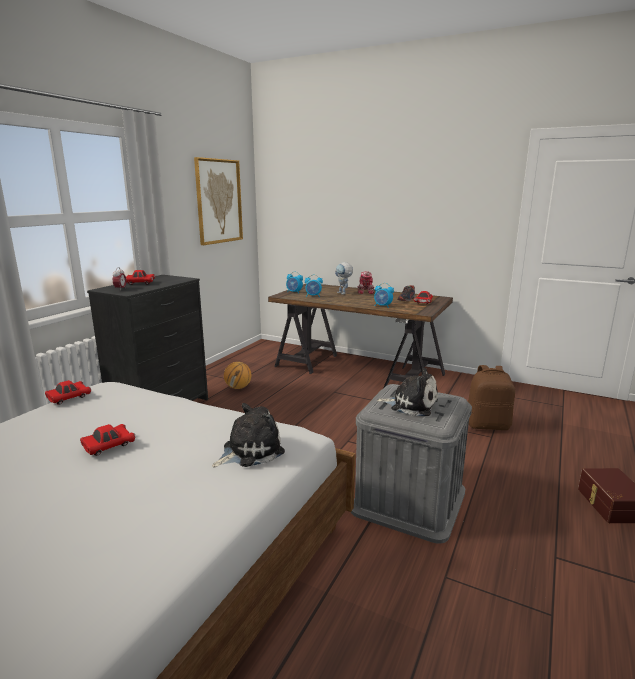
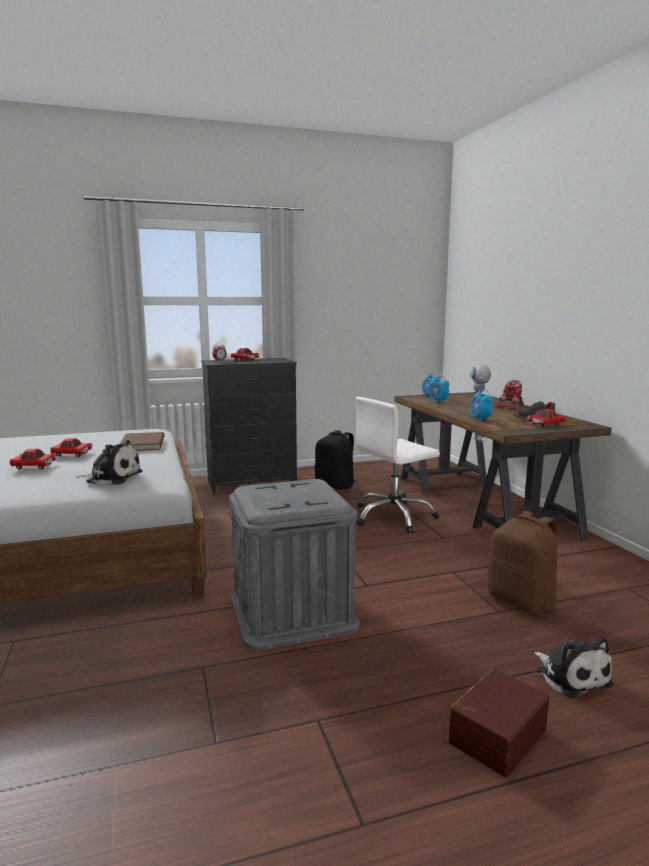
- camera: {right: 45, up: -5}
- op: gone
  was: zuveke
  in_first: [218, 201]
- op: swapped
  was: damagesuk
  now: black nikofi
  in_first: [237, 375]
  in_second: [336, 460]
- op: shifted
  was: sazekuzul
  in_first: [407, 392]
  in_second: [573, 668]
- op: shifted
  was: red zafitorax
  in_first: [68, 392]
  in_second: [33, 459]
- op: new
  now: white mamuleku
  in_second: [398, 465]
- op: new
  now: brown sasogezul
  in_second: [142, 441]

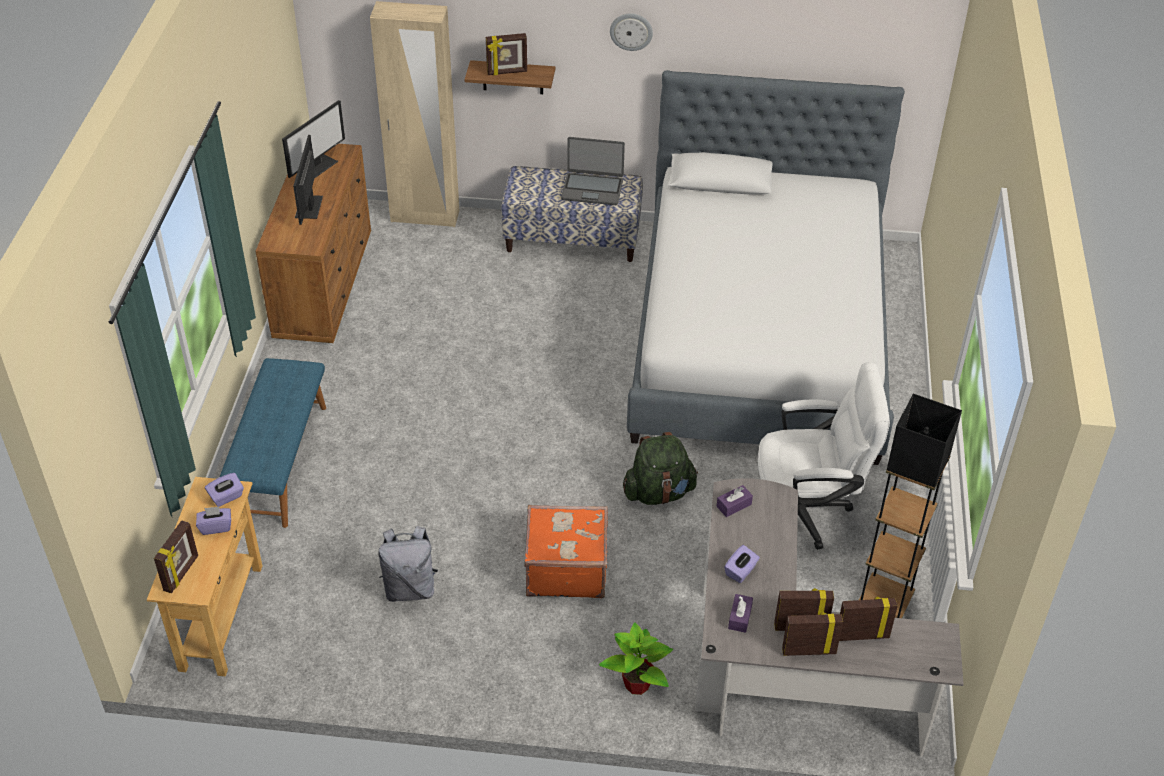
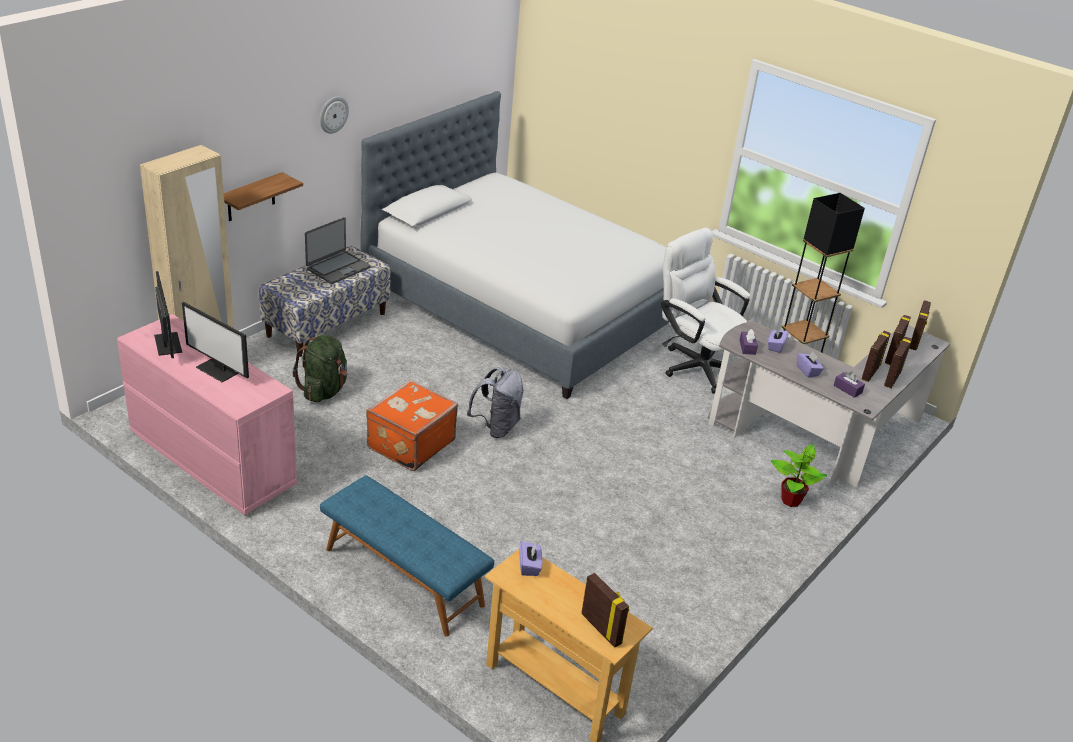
- camera: {right: -60, up: -10}
- op: shifted
  was: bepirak
  in_first: [506, 54]
  in_second: [920, 325]
- op: repainted
  was: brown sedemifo
  now: pink sedemifo
  in_first: [313, 243]
  in_second: [207, 414]
- op: rotated
  was: white mamuleku
  in_first: [824, 456]
  in_second: [705, 310]
  clockwise: -75
- op: shifted
  was: green nikofi
  in_first: [660, 468]
  in_second: [320, 368]
- op: shifted
  was: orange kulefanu
  in_first: [566, 551]
  in_second: [412, 425]
- op: shifted
  was: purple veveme
  in_first: [213, 521]
  in_second: [778, 340]
- op: shifted
  was: grey nikofi
  in_first: [408, 564]
  in_second: [495, 402]

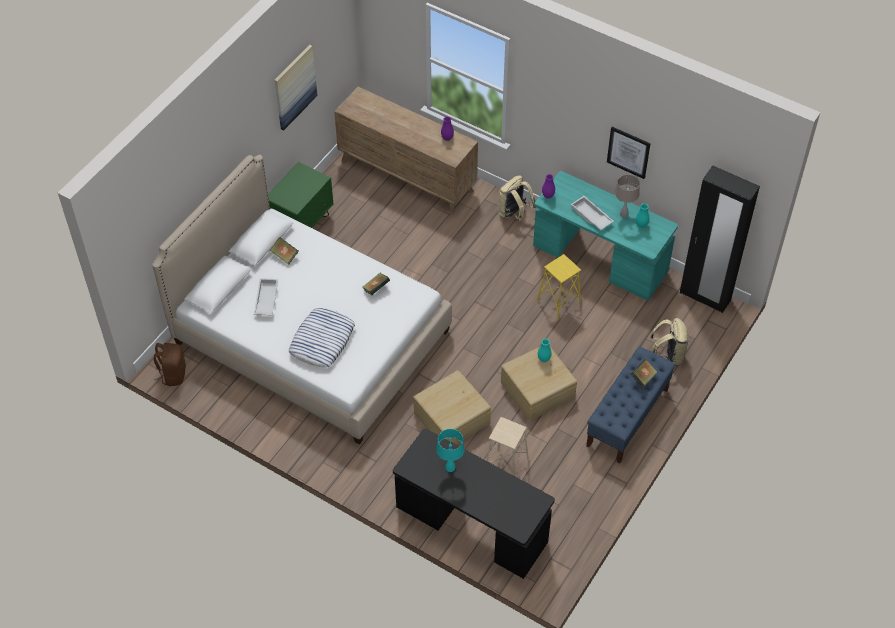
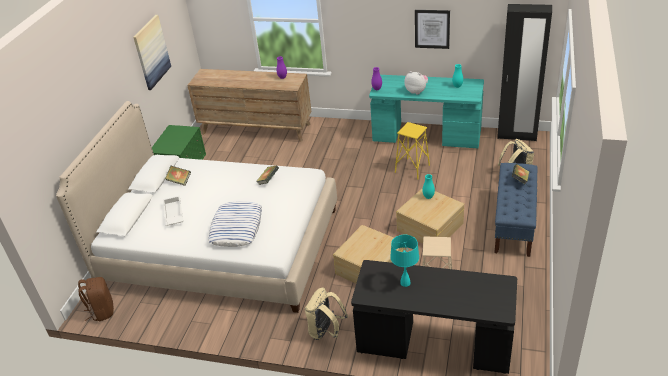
- camera: {right: -15, up: -15}
- op: gone
  was: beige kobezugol
  in_first: [627, 196]
- op: shifted
  was: beige nikofi
  in_first: [517, 198]
  in_second: [326, 313]
- op: swapped
  was: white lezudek
  now: sazekuzul
  in_first: [592, 213]
  in_second: [416, 83]

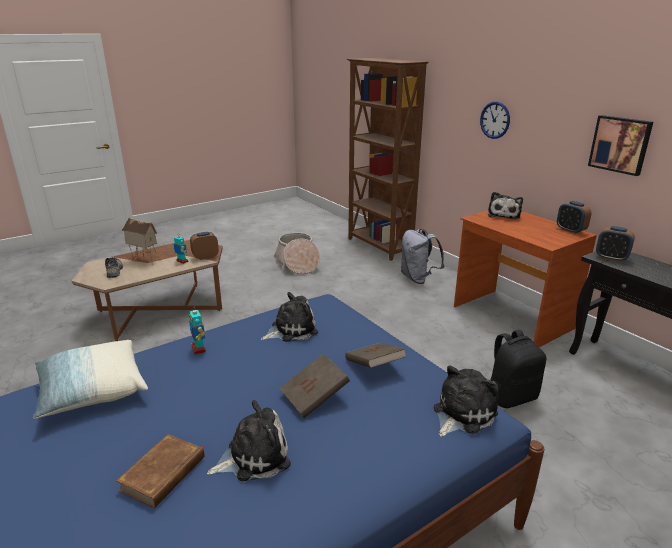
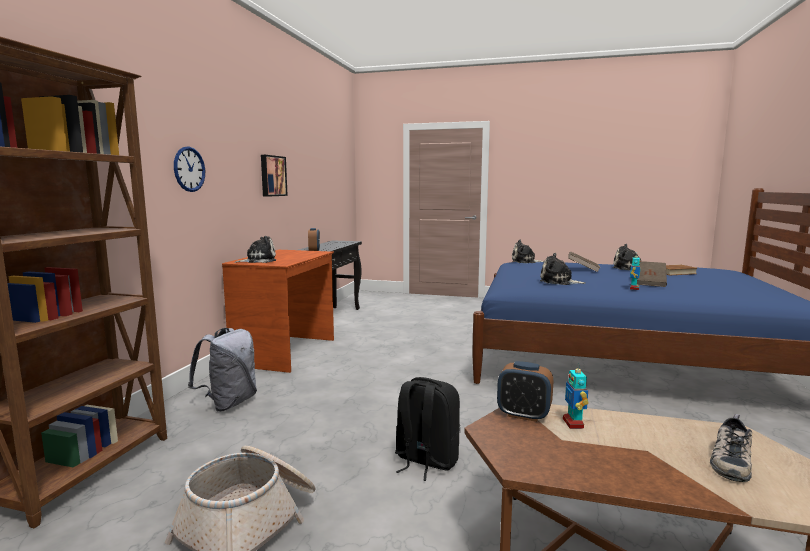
- camera: {right: -130, up: -15}
- op: gone
  was: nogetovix
  in_first: [574, 217]
- op: gone
  was: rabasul
  in_first: [140, 241]
- op: shifted
  was: black nikofi
  in_first: [518, 369]
  in_second: [427, 429]
- op: gone
  was: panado
  in_first: [90, 379]
- op: shifted
  was: brown sasogezul
  in_first: [376, 355]
  in_second: [652, 274]

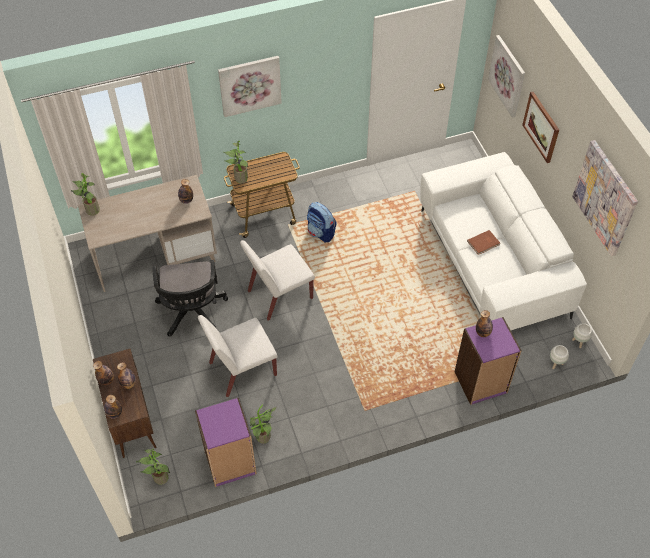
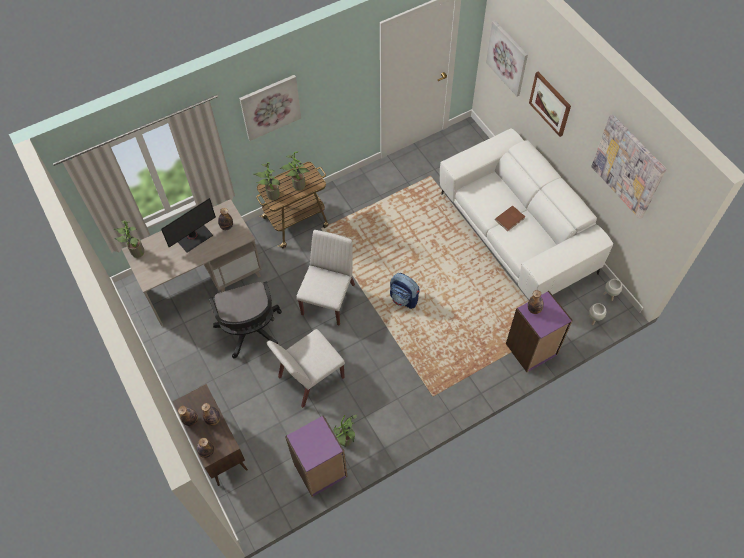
- camera: {right: -10, up: 5}
- op: shifted
  was: nikofi
  in_first: [321, 222]
  in_second: [405, 291]
- op: rotated
  was: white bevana
  in_first: [277, 280]
  in_second: [325, 277]
  clockwise: 150
- op: shifted
  was: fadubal
  in_first: [153, 467]
  in_second: [294, 170]
- op: new
  now: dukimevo
  in_second: [188, 225]

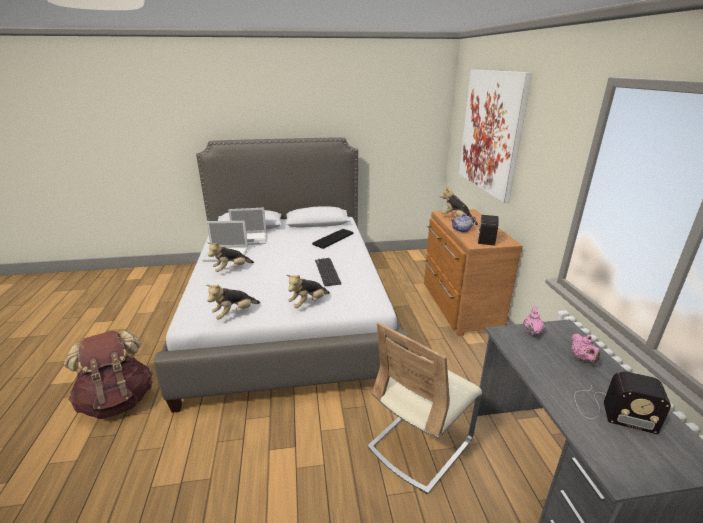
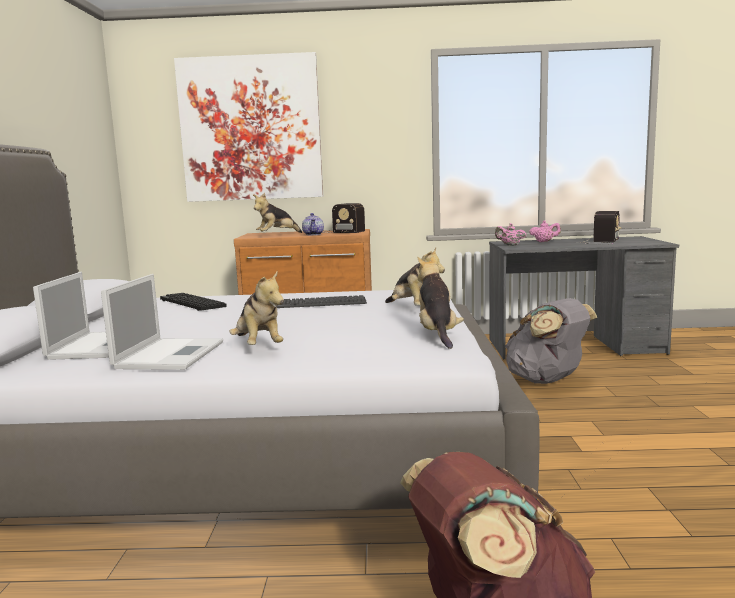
- camera: {right: -80, up: -15}
- op: rotated
  was: sazekuzul
  in_first: [233, 302]
  in_second: [441, 302]
  clockwise: -150
- op: swapped
  was: beige bevana
  now: grey nikofi
  in_first: [424, 408]
  in_second: [551, 341]

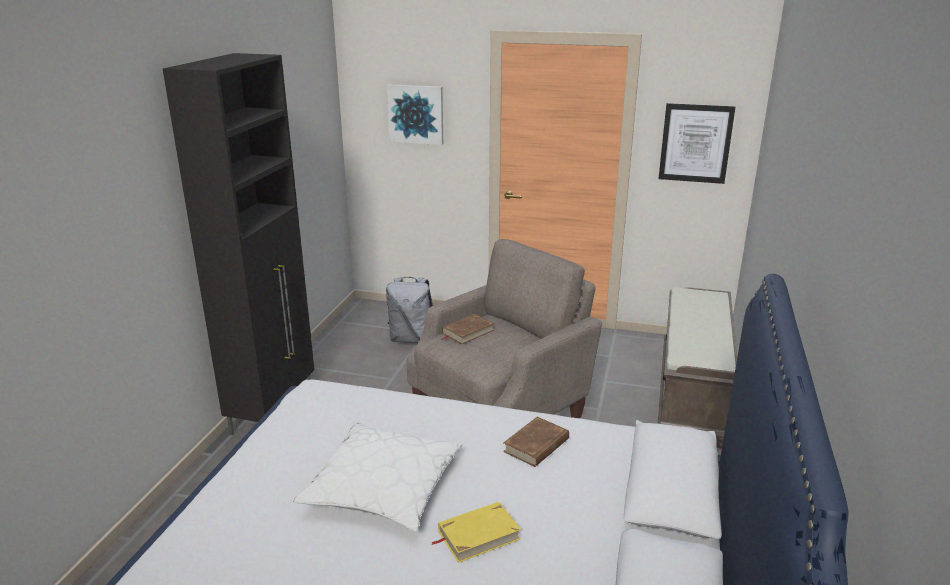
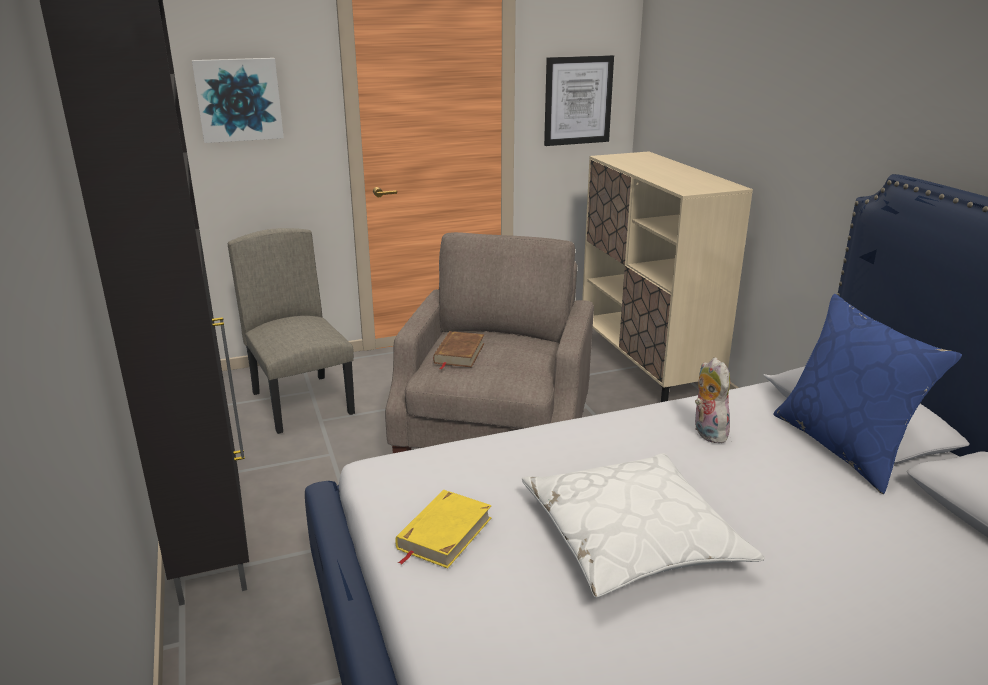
- camera: {right: -35, up: 0}
- op: swapped
  was: grey nikofi
  now: beige bevana
  in_first: [409, 310]
  in_second: [291, 331]
- op: swapped
  was: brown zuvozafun
  now: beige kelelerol
  in_first: [698, 368]
  in_second: [667, 276]
- op: swapped
  was: brown sasogezul
  now: sazekuzul
  in_first: [536, 442]
  in_second: [712, 400]
- op: shifted
  was: yellow sasogezul
  in_first: [476, 532]
  in_second: [443, 529]
- op: new
  now: blue panado
  in_second: [867, 394]

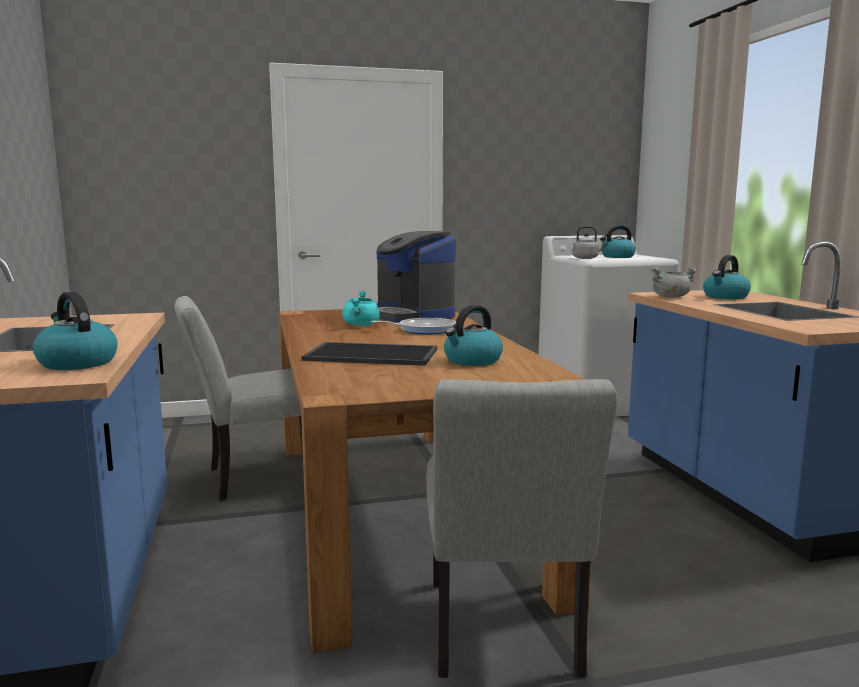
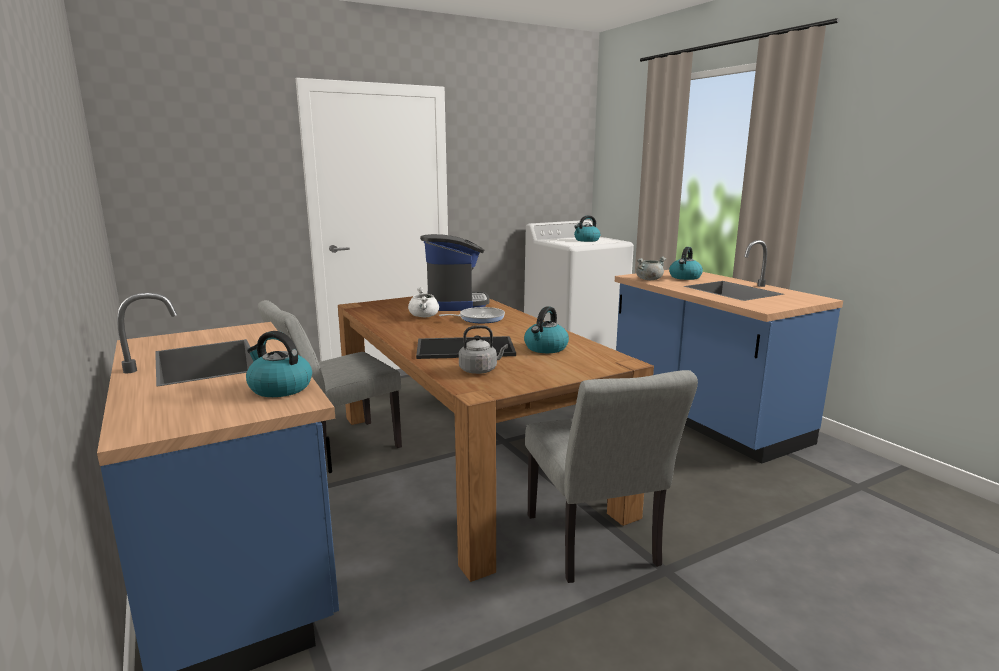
- camera: {right: -15, up: 5}
- op: shifted
  was: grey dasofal
  in_first: [589, 242]
  in_second: [483, 349]
- op: rotated
  was: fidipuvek
  in_first: [416, 276]
  in_second: [455, 272]
  clockwise: -135
- op: repainted
  was: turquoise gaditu
  now: white gaditu
  in_first: [361, 308]
  in_second: [423, 302]

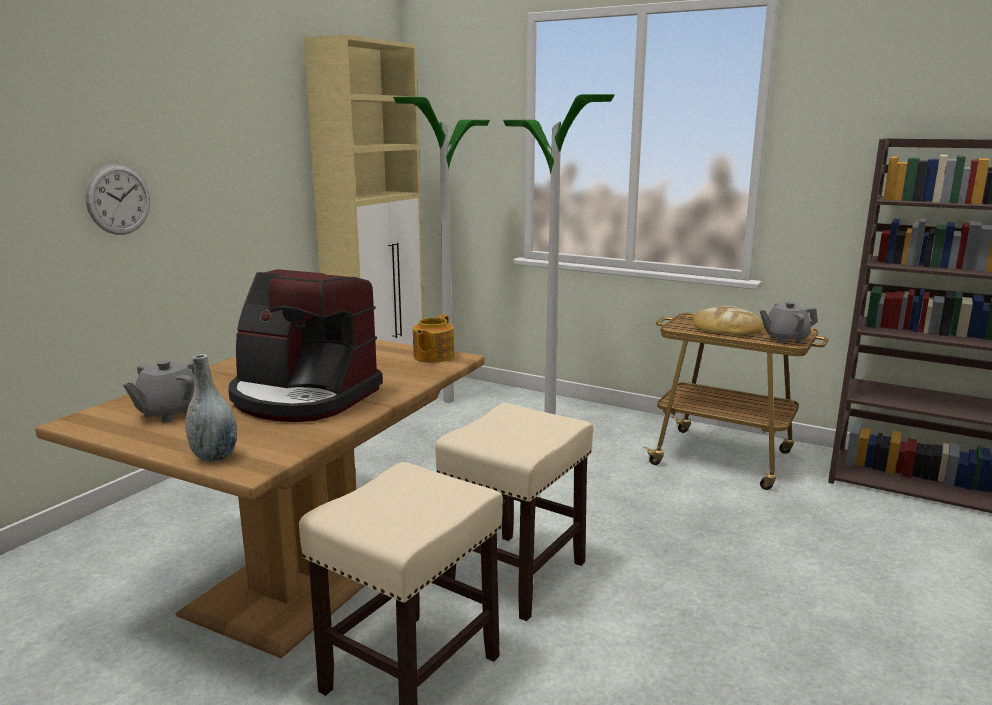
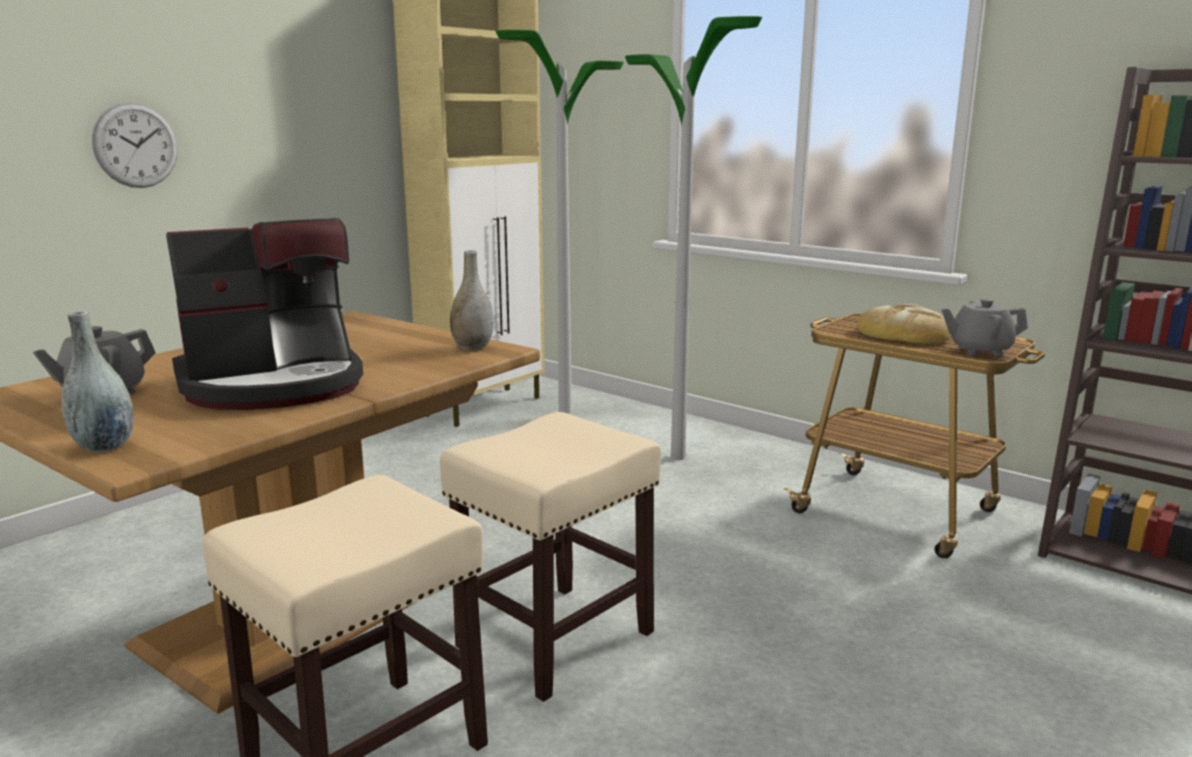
- camera: {right: 10, up: 0}
- op: rotated
  was: fidipuvek
  in_first: [305, 345]
  in_second: [264, 314]
  clockwise: -60
- op: swapped
  was: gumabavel
  now: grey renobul
  in_first: [433, 338]
  in_second: [472, 300]

